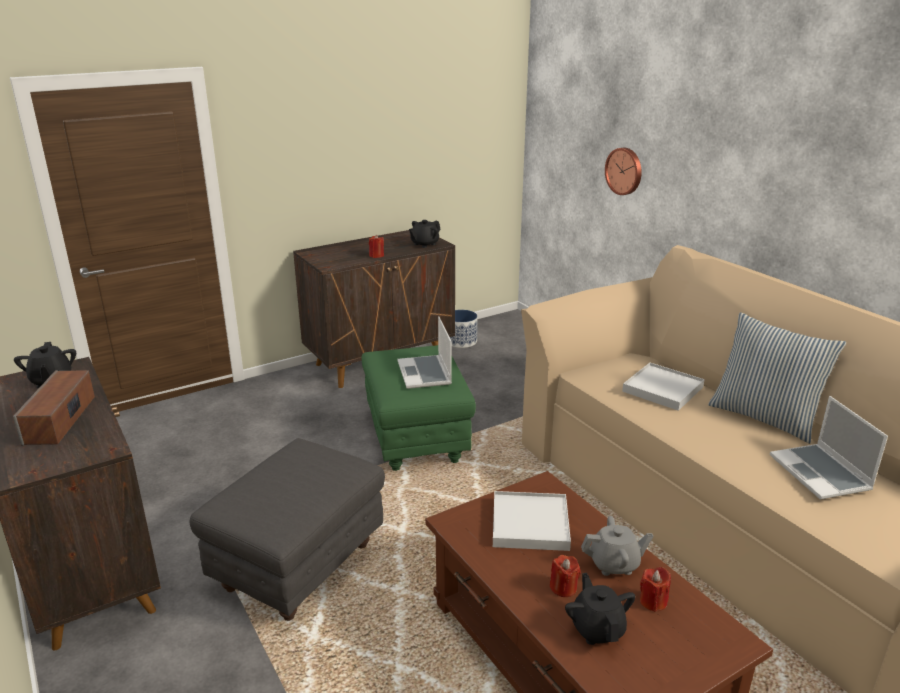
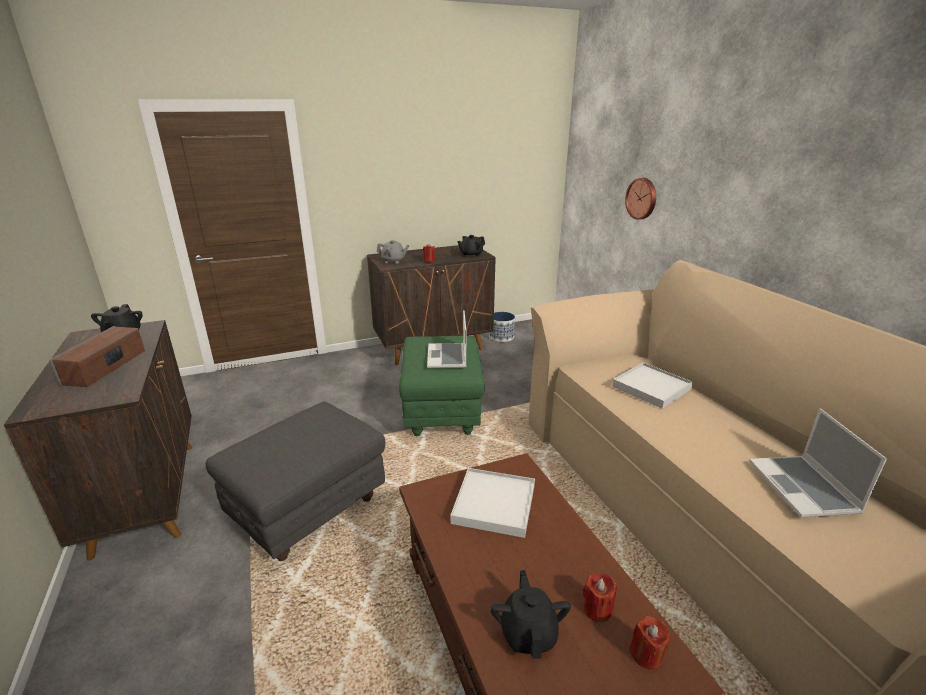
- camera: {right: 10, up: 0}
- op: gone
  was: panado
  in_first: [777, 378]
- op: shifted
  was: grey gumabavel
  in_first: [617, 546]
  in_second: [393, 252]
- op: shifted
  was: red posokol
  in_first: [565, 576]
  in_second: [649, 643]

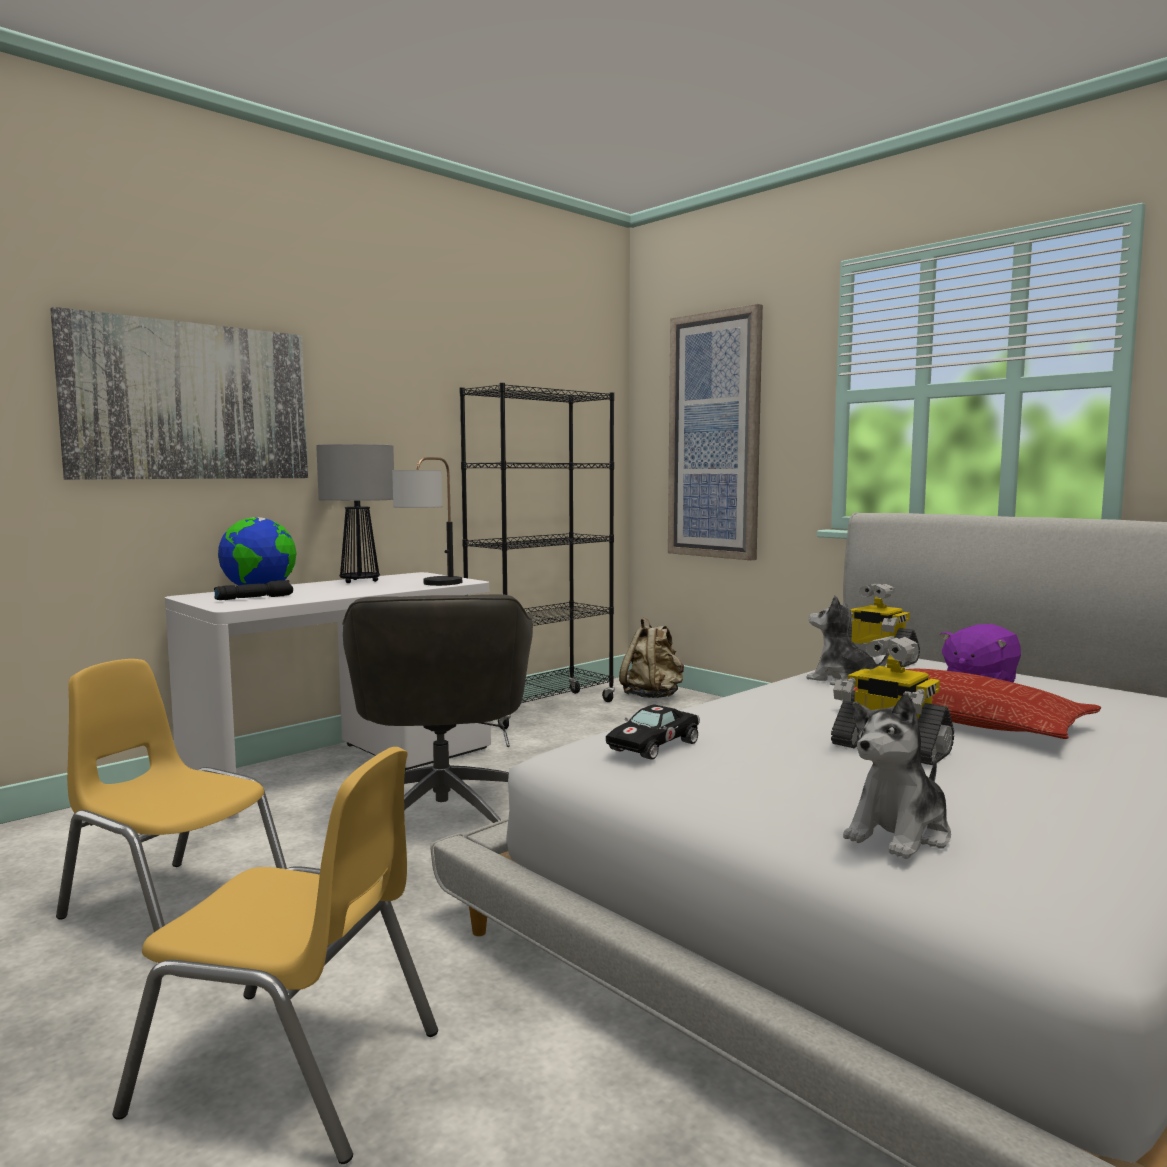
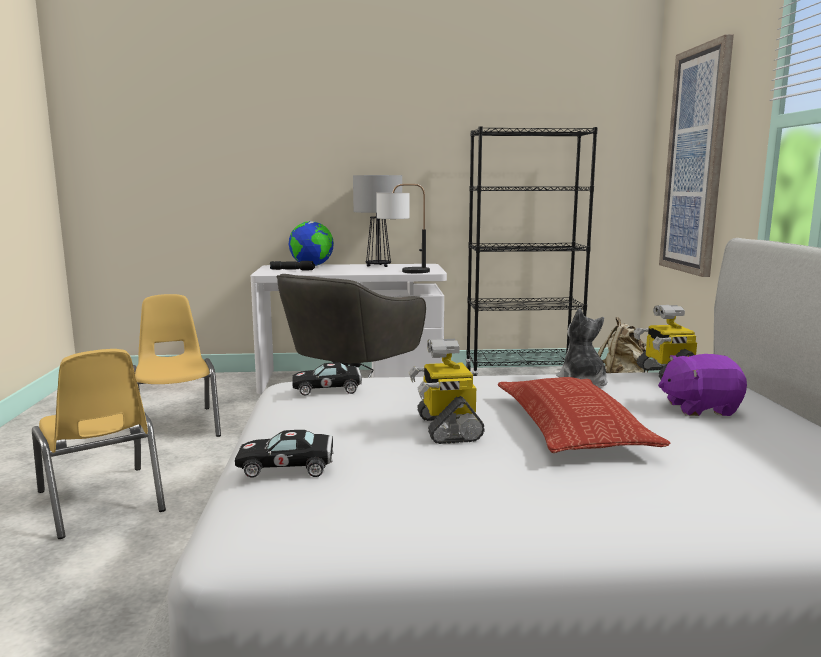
- camera: {right: 40, up: 5}
- op: gone
  was: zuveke
  in_first: [179, 393]
- op: swapped
  was: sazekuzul
  now: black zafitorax
  in_first: [897, 776]
  in_second: [284, 454]

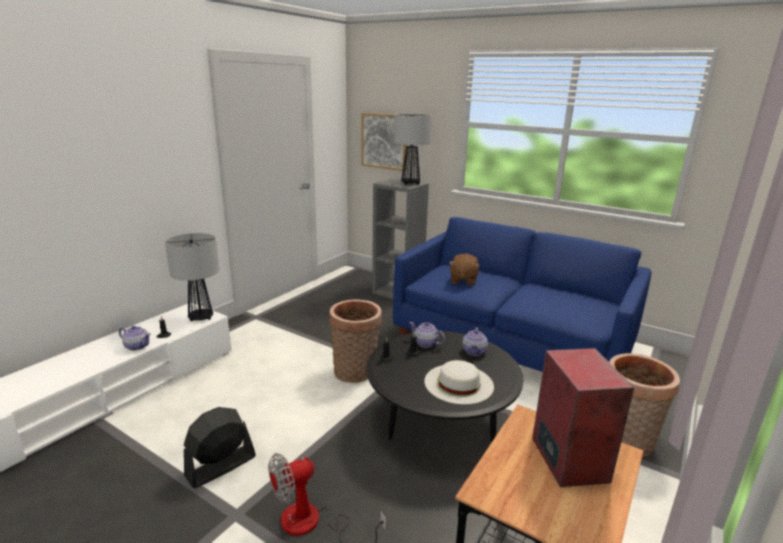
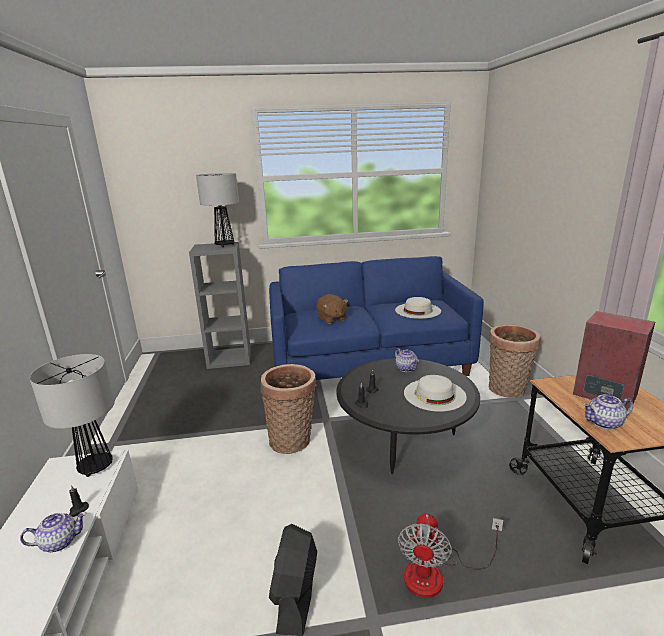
- camera: {right: -40, up: 0}
- op: gone
  was: zuveke
  in_first: [384, 142]
- op: shifted
  was: gumabavel
  in_first: [427, 335]
  in_second: [607, 412]
- op: new
  now: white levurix
  in_second: [418, 308]

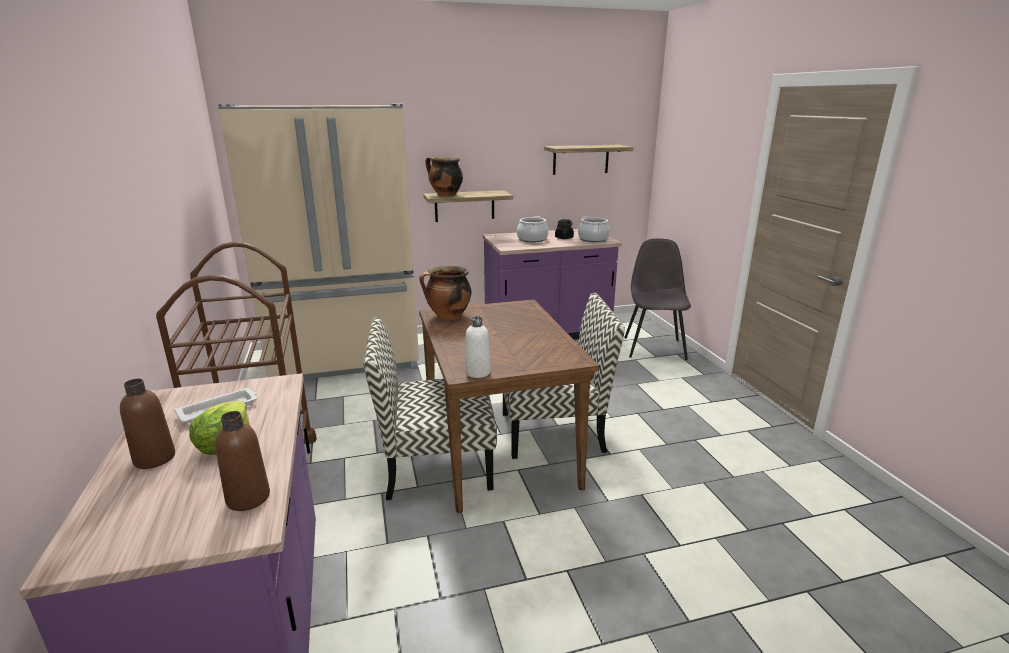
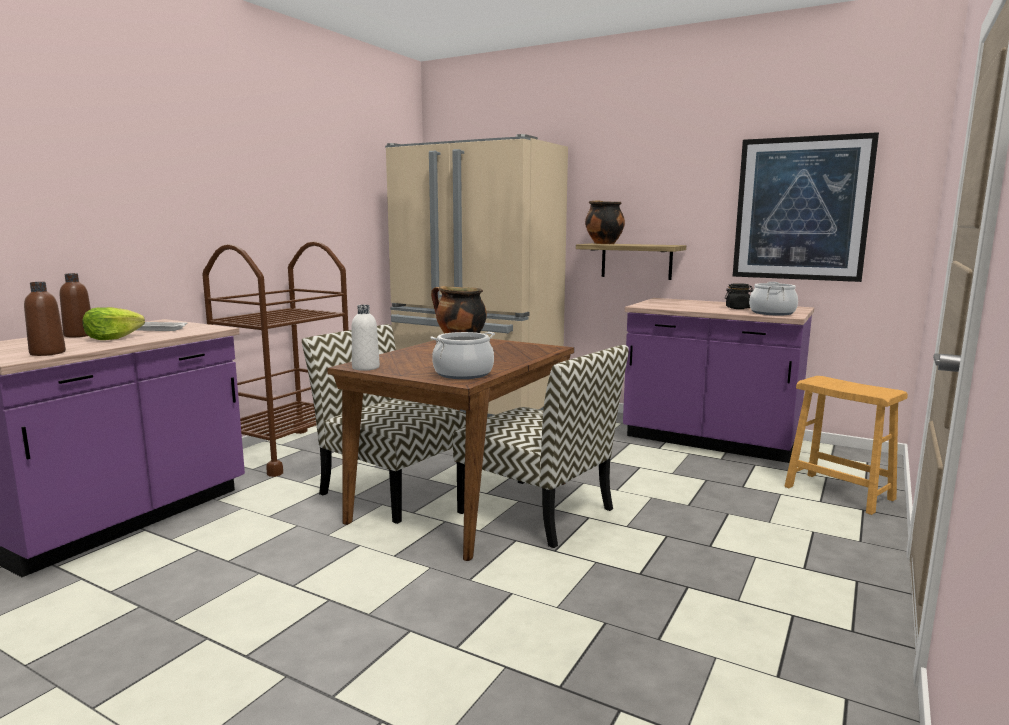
- camera: {right: 45, up: -10}
- op: swapped
  was: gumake
  now: zuveke
  in_first: [589, 160]
  in_second: [806, 207]
- op: shifted
  was: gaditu
  in_first: [532, 229]
  in_second: [462, 355]
- op: swapped
  was: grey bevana
  now: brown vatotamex
  in_first: [657, 299]
  in_second: [846, 445]

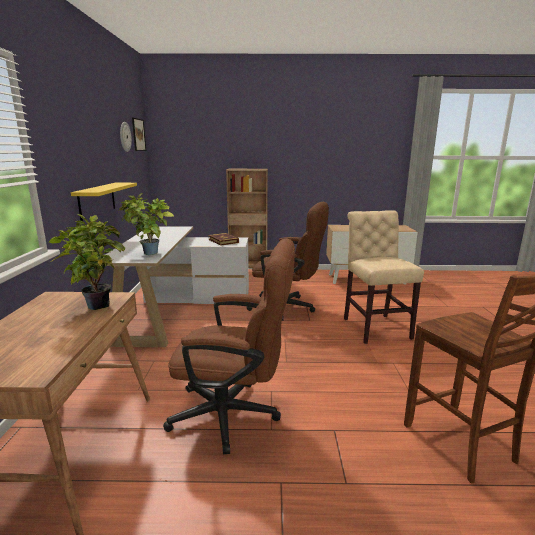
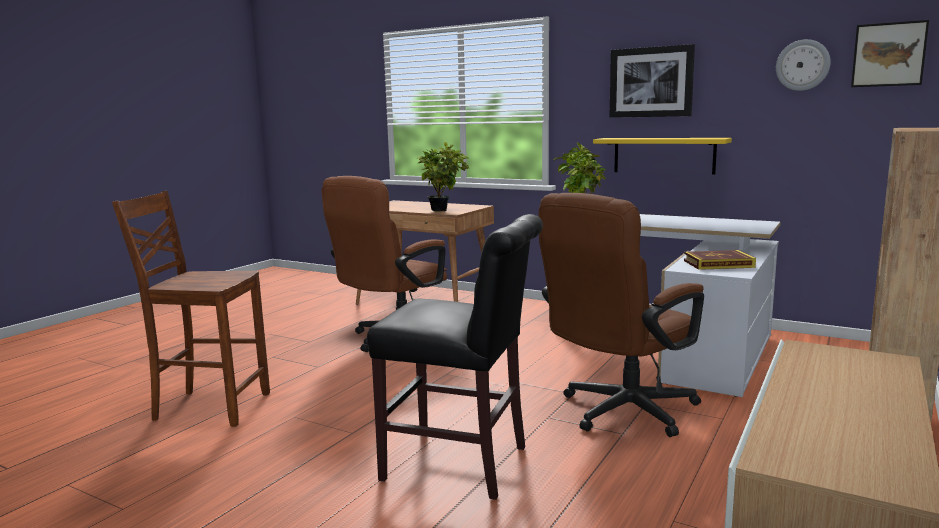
- camera: {right: 120, up: -5}
- op: repainted
  was: beige bevana
  now: black bevana
  in_first: [384, 277]
  in_second: [455, 357]
- op: new
  now: zuveke
  in_second: [652, 81]

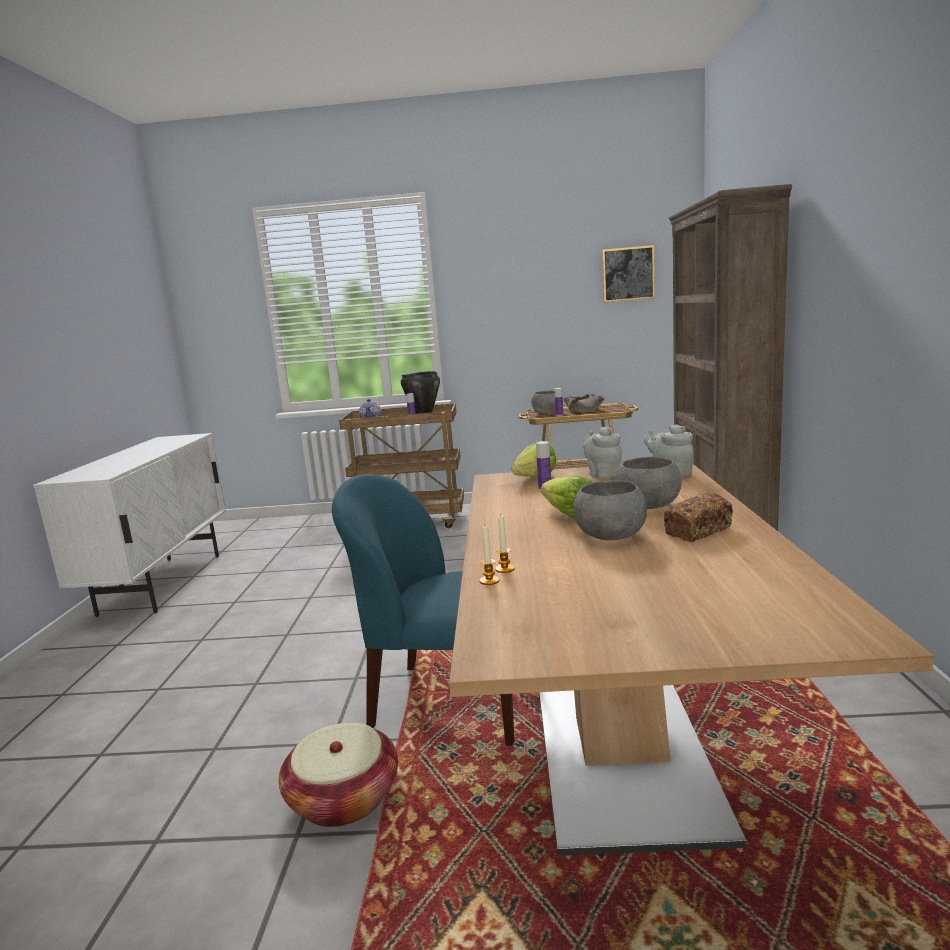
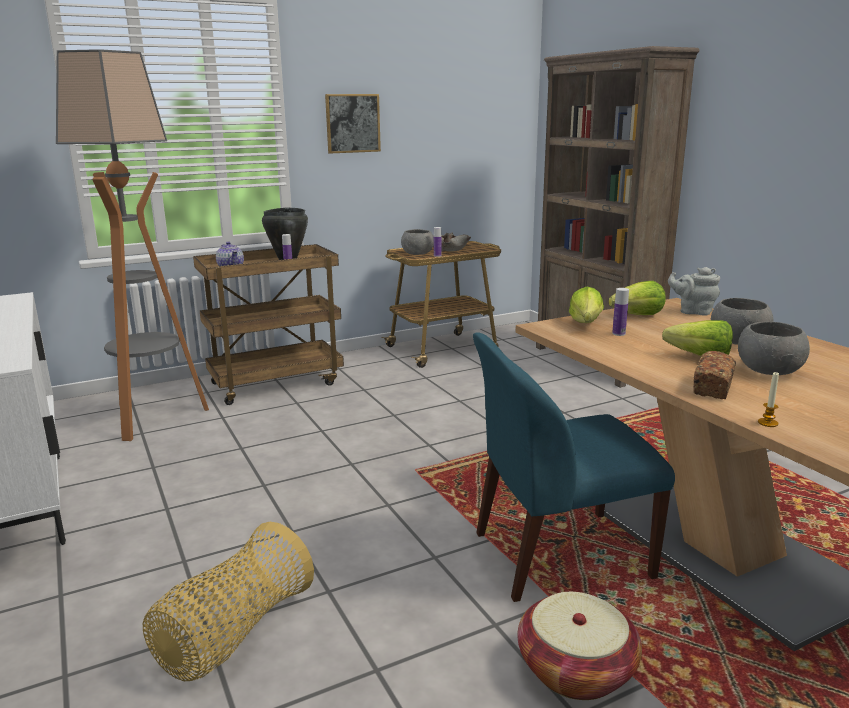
- camera: {right: -30, up: 5}
- op: shifted
  was: zuveke
  in_first: [628, 273]
  in_second: [353, 124]
- op: swapped
  was: grey gumabavel
  now: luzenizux
  in_first: [602, 452]
  in_second: [637, 298]
- op: shifted
  was: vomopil
  in_first: [698, 517]
  in_second: [714, 375]
- op: gone
  was: posokol
  in_first: [505, 544]
- op: new
  now: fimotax
  in_second: [132, 245]
- op: new
  now: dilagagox
  in_second: [228, 601]

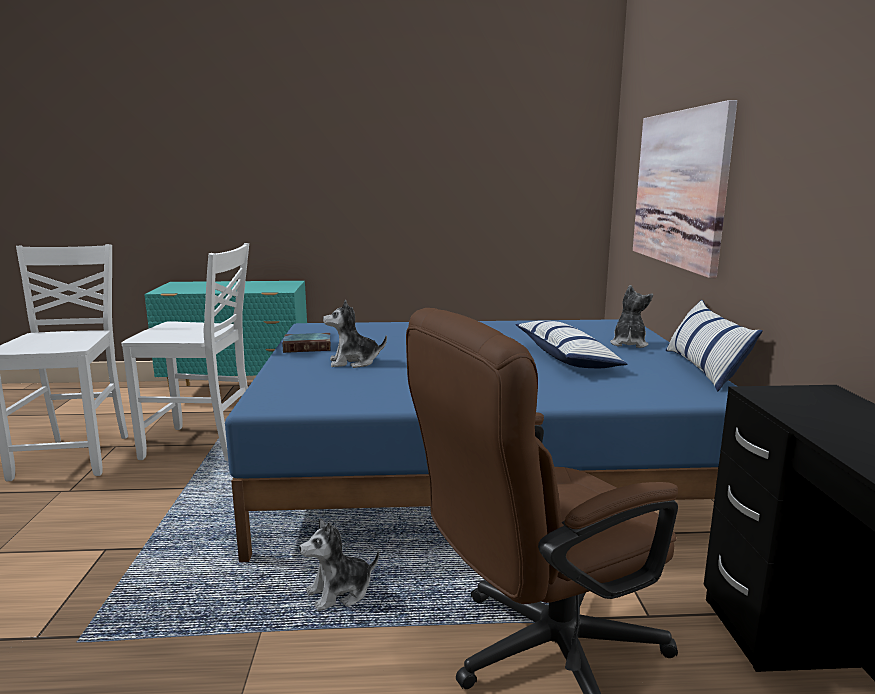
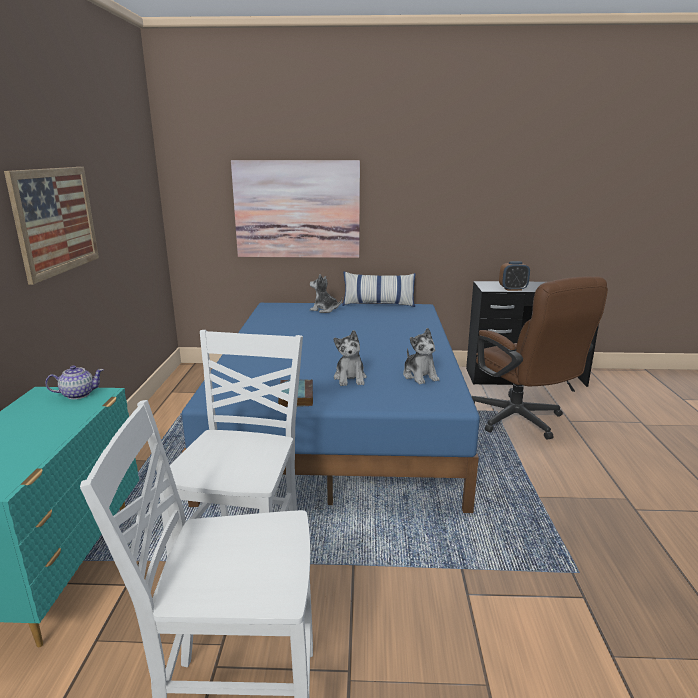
- camera: {right: -85, up: 5}
- op: gone
  was: panado
  in_first: [571, 344]
- op: shifted
  was: sazekuzul
  in_first: [339, 564]
  in_second: [421, 356]
- op: new
  now: zuveke
  in_second: [51, 226]
- op: new
  now: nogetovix
  in_second: [514, 276]
- op: new
  now: gumabavel
  in_second: [74, 382]

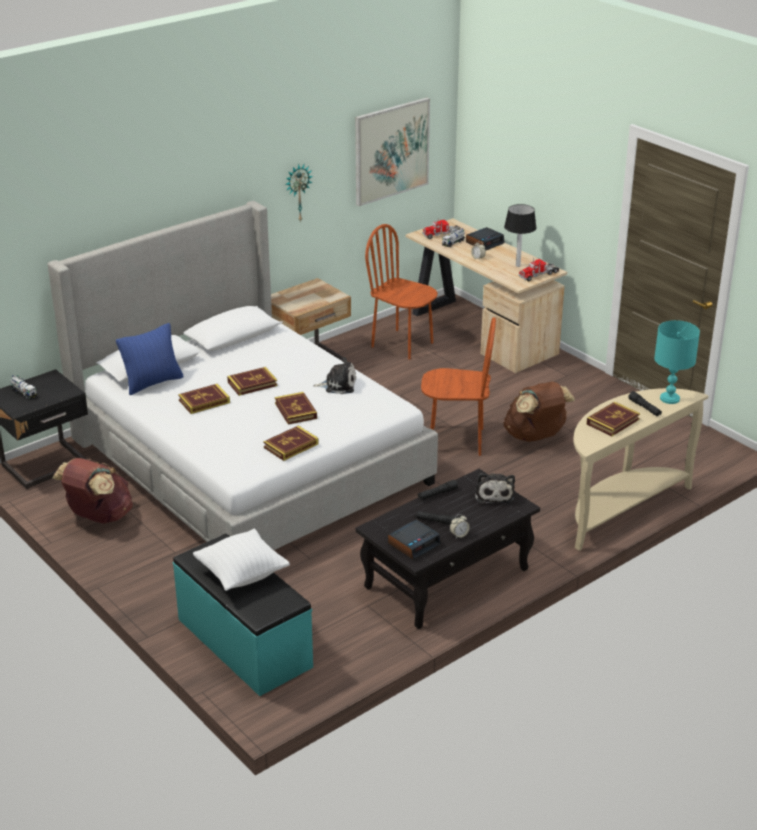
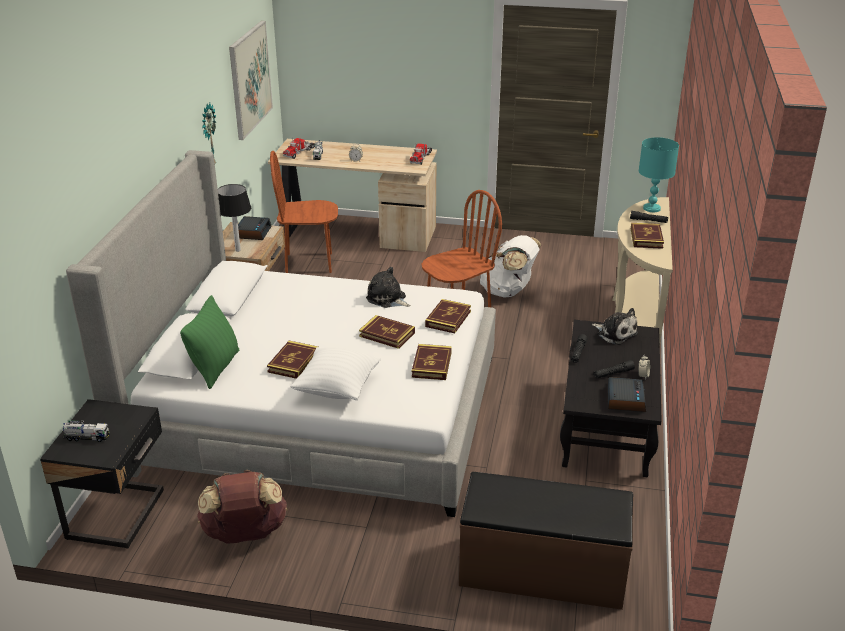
- camera: {right: -40, up: 0}
- op: shifted
  was: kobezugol
  in_first: [520, 235]
  in_second: [234, 218]
- op: shifted
  was: nogetovix
  in_first: [485, 239]
  in_second: [255, 228]
- op: repainted
  was: blue panado
  now: green panado
  in_first: [150, 359]
  in_second: [209, 342]
- op: rotated
  was: sazekuzul
  in_first: [334, 375]
  in_second: [388, 287]
  clockwise: -105
- op: shifted
  was: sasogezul
  in_first: [252, 381]
  in_second: [448, 316]
- op: repainted
  was: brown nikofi
  now: white nikofi
  in_first: [539, 412]
  in_second: [510, 266]
- op: shifted
  was: white panado
  in_first: [241, 560]
  in_second: [335, 373]
- op: repainted
  was: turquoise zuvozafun
  now: brown zuvozafun
  in_first: [243, 615]
  in_second: [546, 541]

